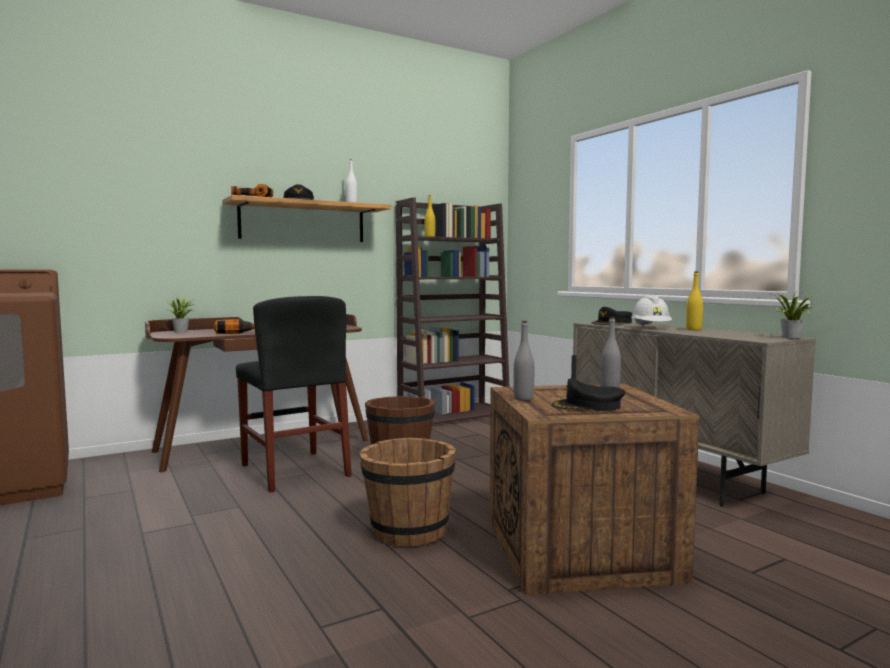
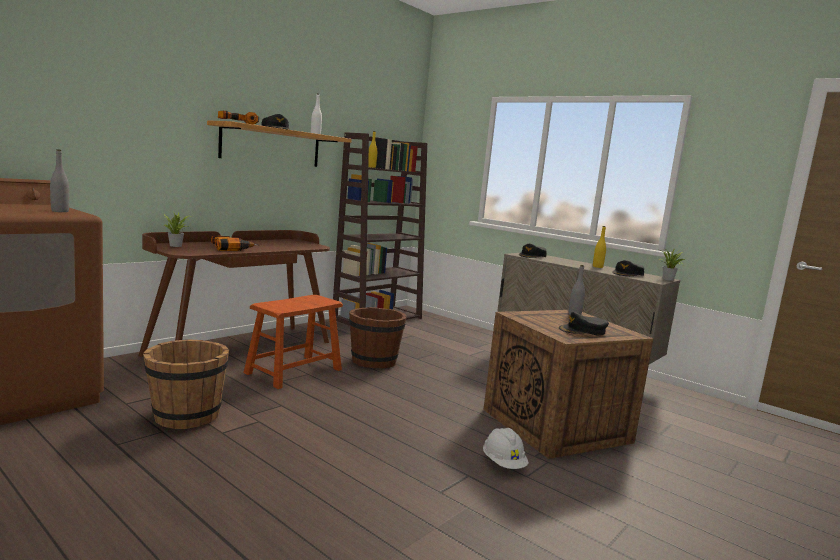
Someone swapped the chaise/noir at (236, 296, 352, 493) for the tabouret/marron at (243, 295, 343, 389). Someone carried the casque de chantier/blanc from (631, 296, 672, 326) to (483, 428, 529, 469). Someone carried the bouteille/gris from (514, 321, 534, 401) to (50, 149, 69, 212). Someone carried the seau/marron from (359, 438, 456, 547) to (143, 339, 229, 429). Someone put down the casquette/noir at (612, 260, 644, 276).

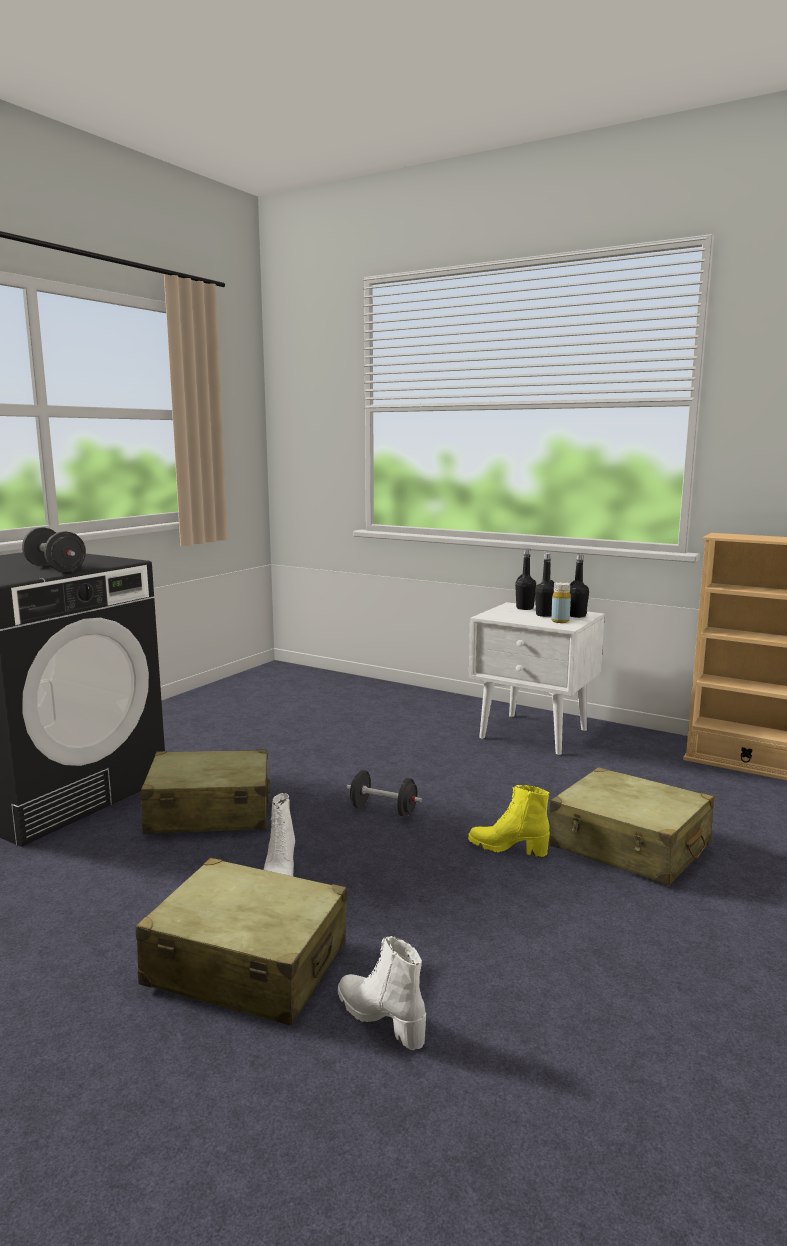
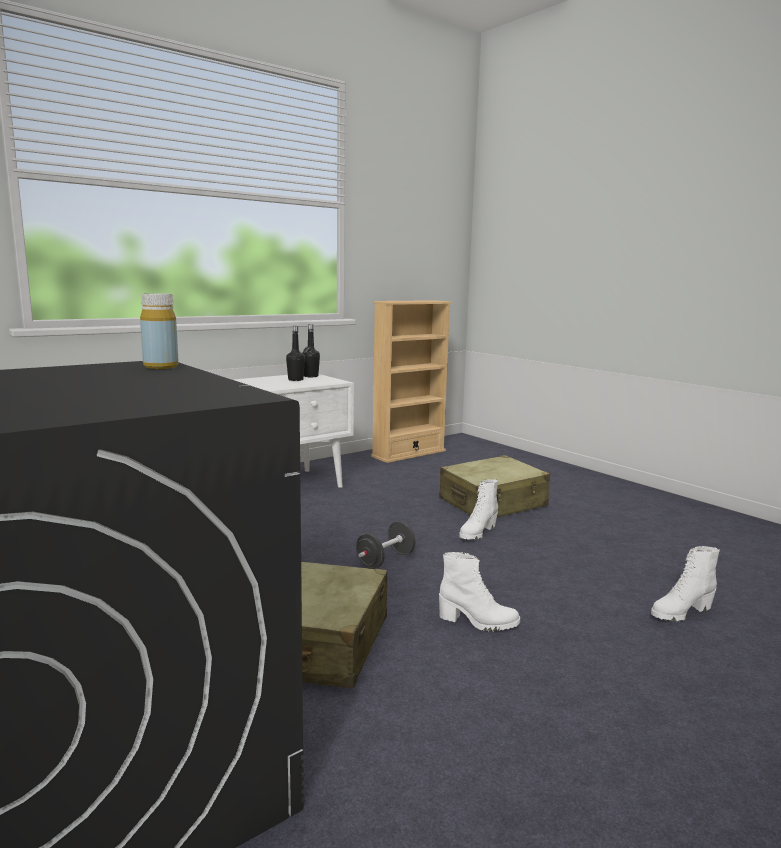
Someone took away the haltère/noir at (22, 527, 86, 572). Someone took away the bouteille/noir at (515, 549, 536, 610). Someone carried the bouteille/jaune from (551, 582, 571, 623) to (140, 293, 178, 369). Someone repainted the botte/jaune at (468, 785, 550, 857), which became the botte/blanc at (459, 479, 498, 540). Someone took away the valise/beige at (136, 858, 347, 1026).

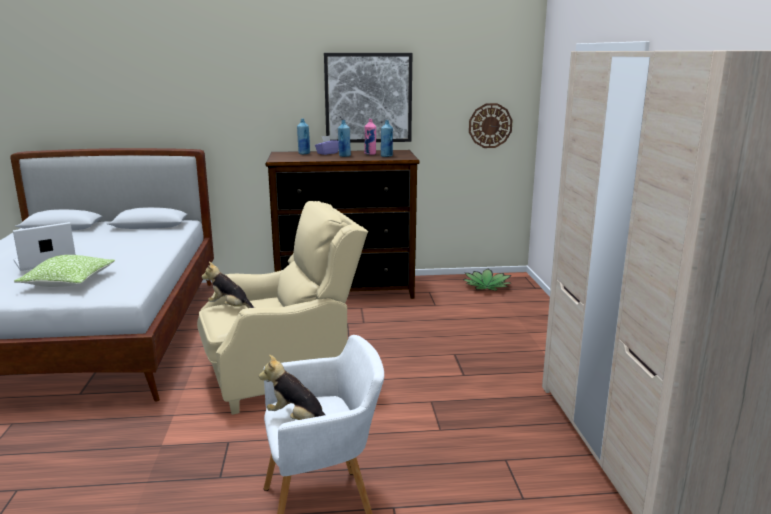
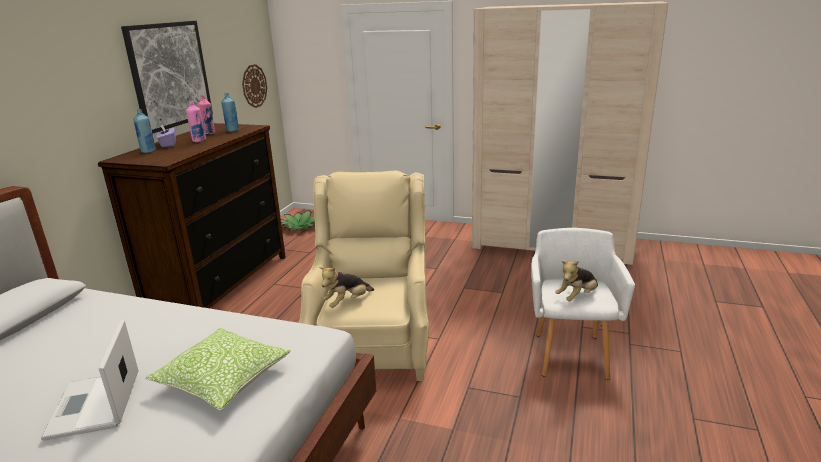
Someone repainted the bouteille/bleu at (338, 120, 351, 157), which became the bouteille/rose at (186, 101, 206, 142).

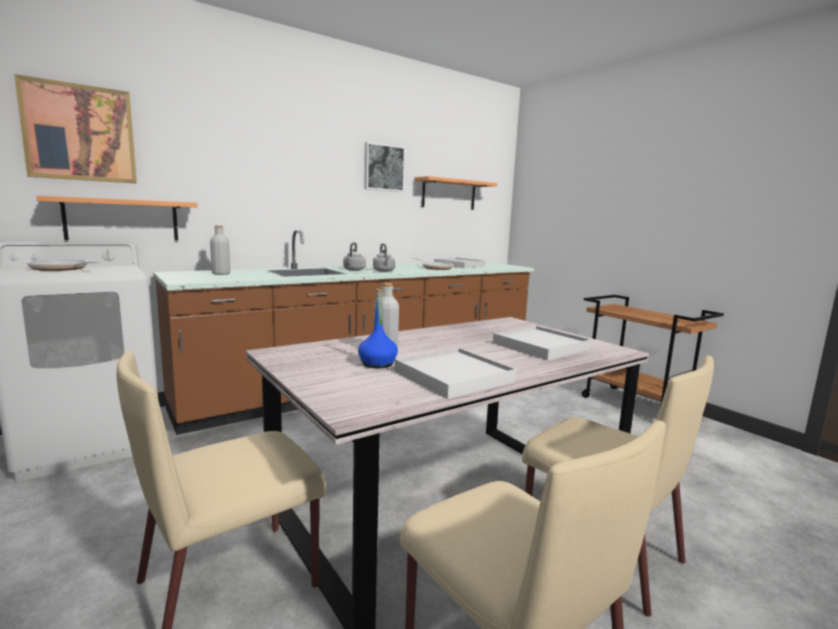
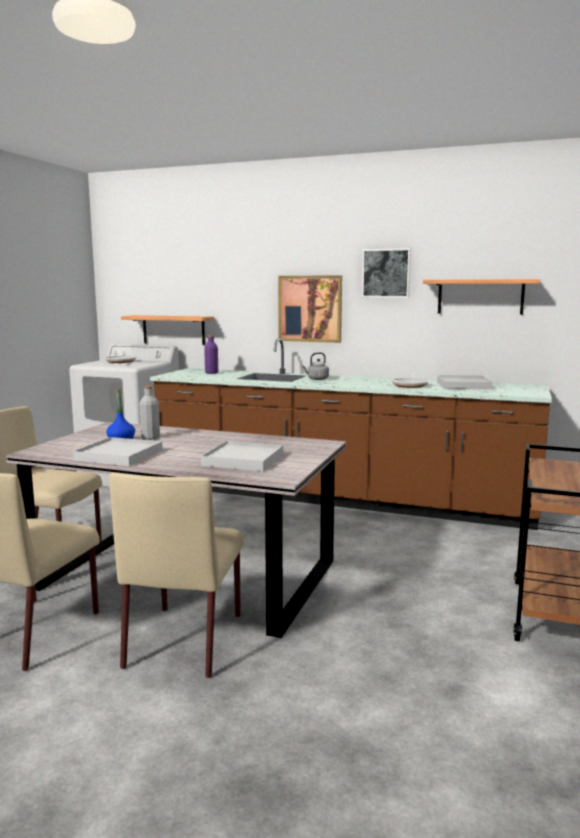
Someone carried the tableau from (14, 74, 137, 183) to (278, 275, 342, 343). Someone repainted the bouteille/gris at (210, 225, 230, 275), which became the bouteille/violet at (204, 335, 218, 374). Someone took away the bouilloire/gris at (373, 244, 395, 272).

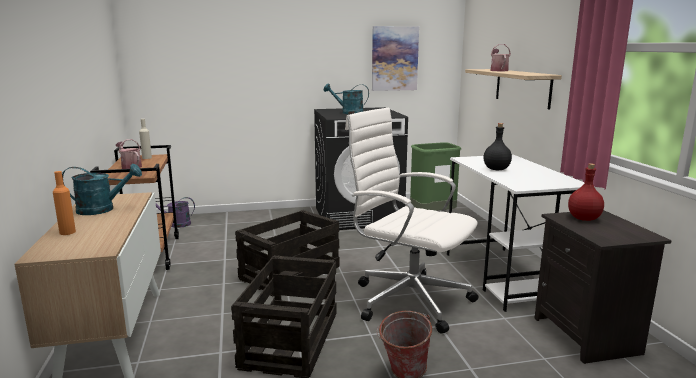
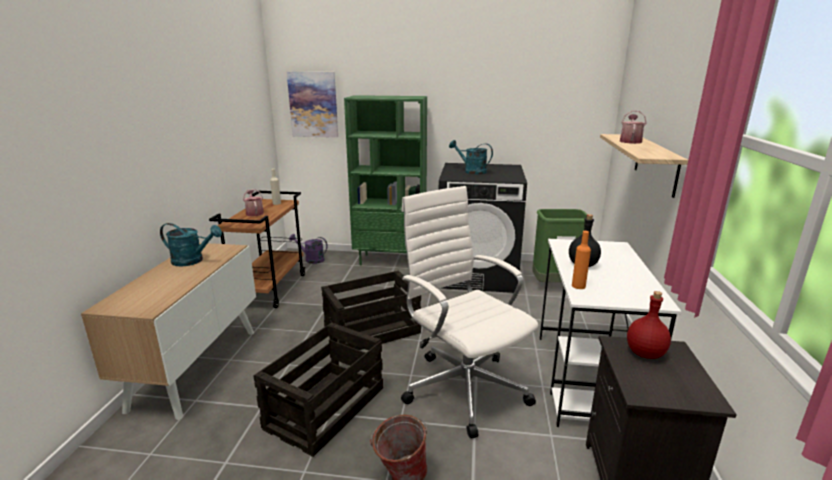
Someone carried the tableau from (372, 26, 419, 91) to (287, 72, 338, 138). Someone carried the bouteille/orange from (53, 171, 76, 235) to (572, 231, 591, 289). Someone put down the bibliothèque/vert at (344, 95, 427, 265).

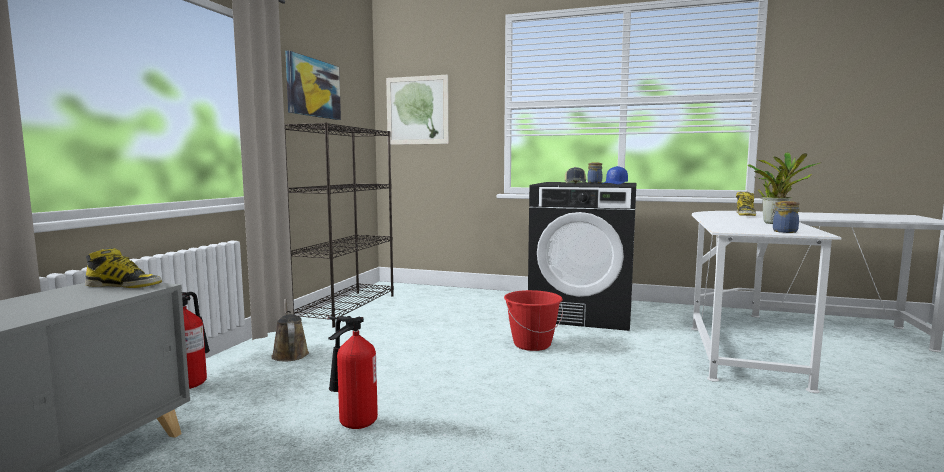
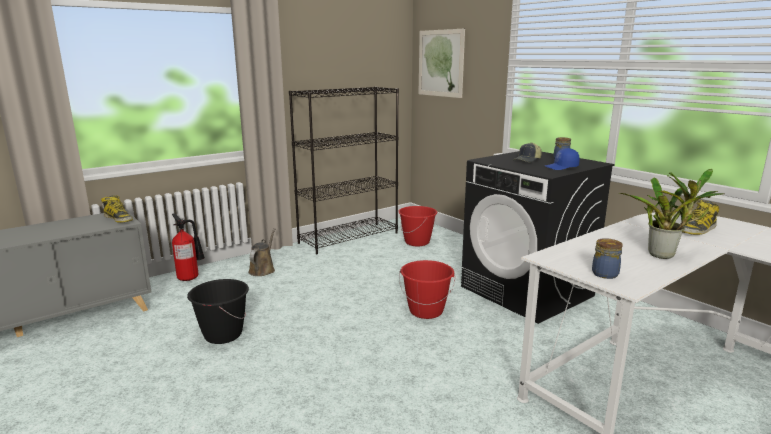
Someone took away the tableau at (285, 51, 341, 120). Someone swapped the extincteur at (328, 316, 378, 429) for the seau/noir at (187, 279, 249, 344). Someone put down the seau/rouge at (398, 206, 437, 246).

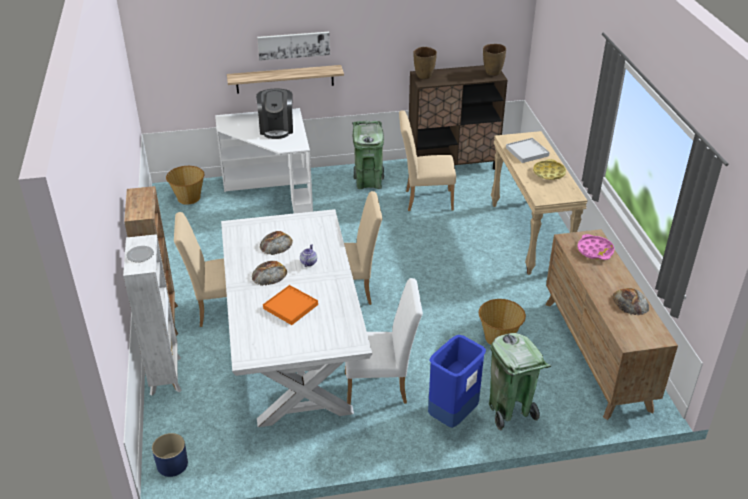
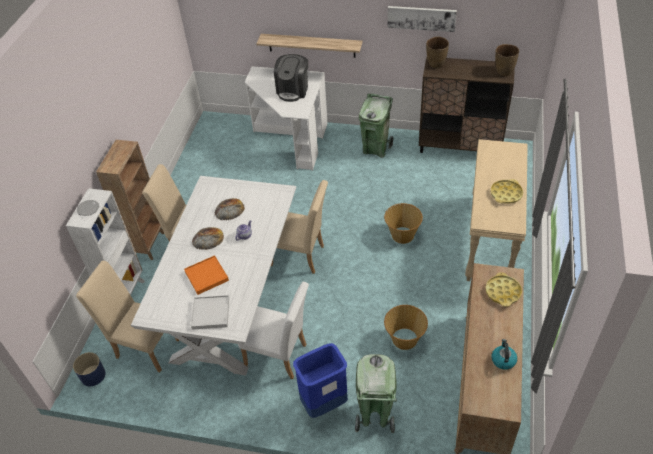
Someone carried the tableau from (257, 32, 330, 61) to (388, 6, 457, 32). Someone carried the chaise/beige from (399, 110, 456, 211) to (76, 261, 179, 372). Someone carried the plateau/blanc from (506, 138, 550, 163) to (191, 295, 229, 330). Someone carried the panier from (166, 166, 204, 205) to (384, 203, 423, 244). Someone repainted the plateau/rose at (577, 234, 615, 260), which became the plateau/jaune at (485, 272, 522, 307). Someone swapped the pain at (613, 288, 649, 315) for the bouilloire at (491, 339, 517, 370).

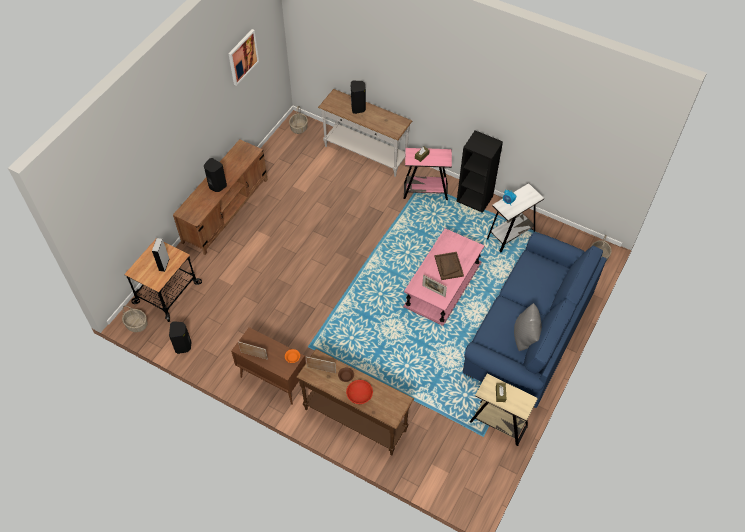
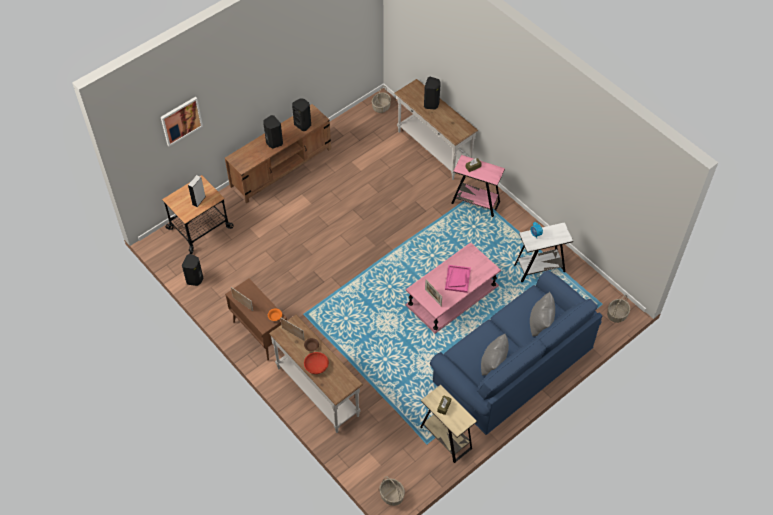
Someone carried the tableau from (228, 29, 259, 86) to (161, 97, 203, 146). Someone took away the bibliothèque/noir at (457, 131, 503, 213). Someone repainted the plateau/marron at (435, 252, 464, 280), which became the plateau/rose at (445, 265, 471, 293). Someone carried the panier from (122, 306, 148, 332) to (379, 476, 405, 506). Someone repainted the table console/marron at (296, 349, 414, 455), which became the table console/blanc at (269, 315, 363, 433). Someone put down the enceinte/noir at (292, 98, 311, 131). Someone put down the coussin/gris at (530, 292, 555, 337).

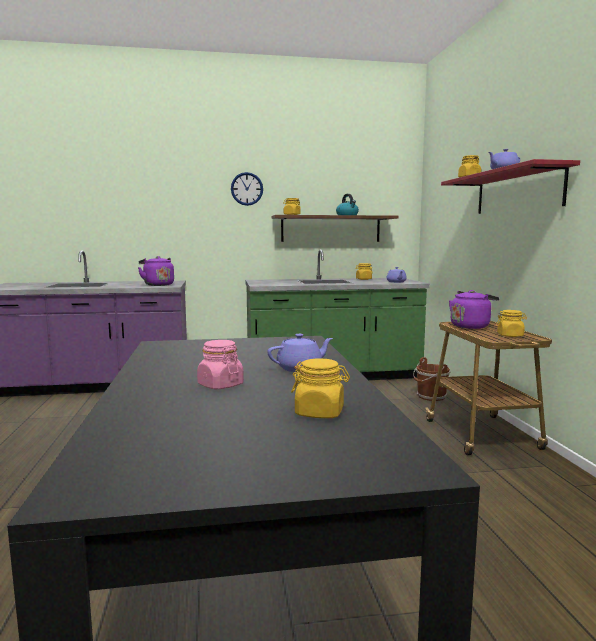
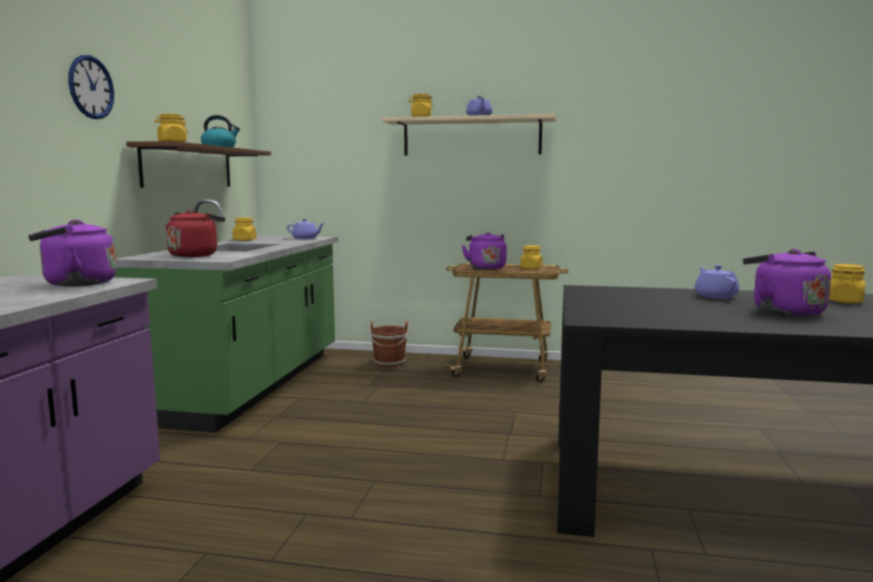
Someone repainted the étagère/rouge at (441, 159, 580, 214), which became the étagère/beige at (382, 114, 556, 156). Someone swapped the bocal/rose at (197, 340, 244, 389) for the bouilloire/violet at (743, 249, 831, 317). Someone put down the bouilloire/rouge at (165, 209, 225, 257).

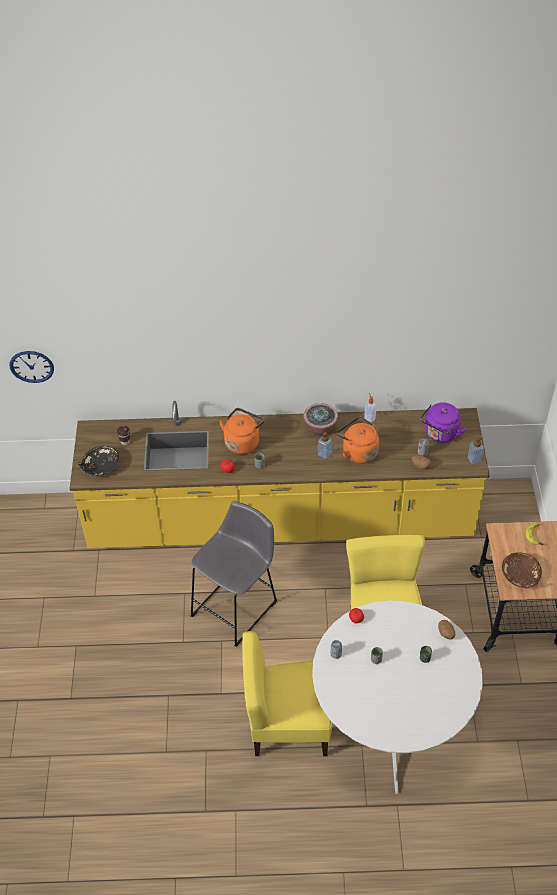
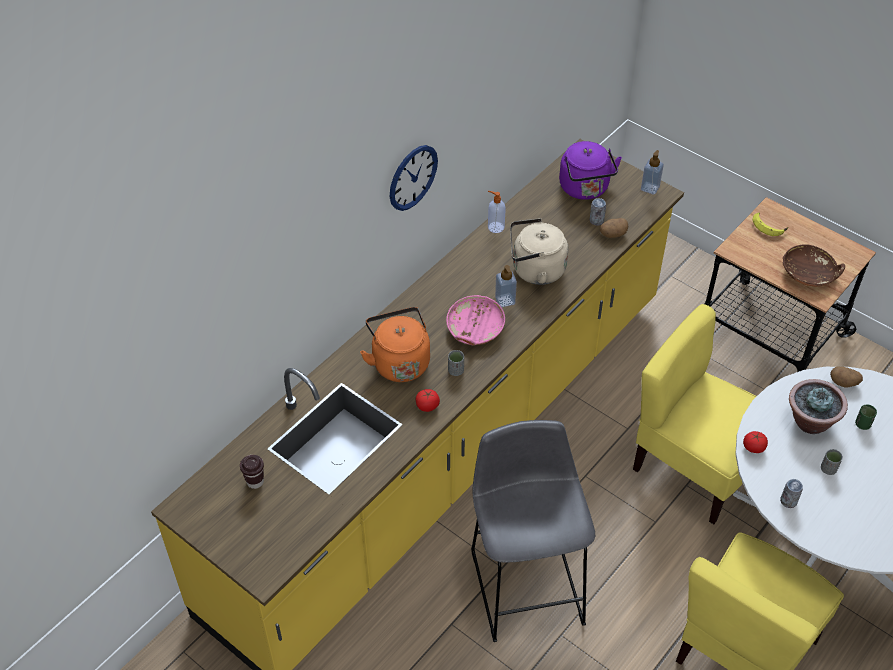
Someone carried the horloge murale from (9, 351, 54, 383) to (389, 145, 438, 211). Someone carried the plante en pot from (304, 403, 338, 436) to (789, 379, 848, 434). Someone repainted the bouilloire/orange at (337, 416, 379, 464), which became the bouilloire/beige at (510, 218, 568, 285). Someone took away the bol/noir at (78, 446, 119, 476). Someone put down the bol/rose at (446, 295, 505, 345).

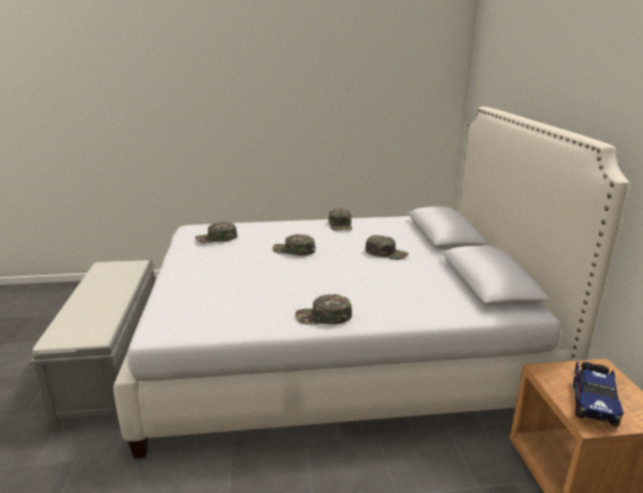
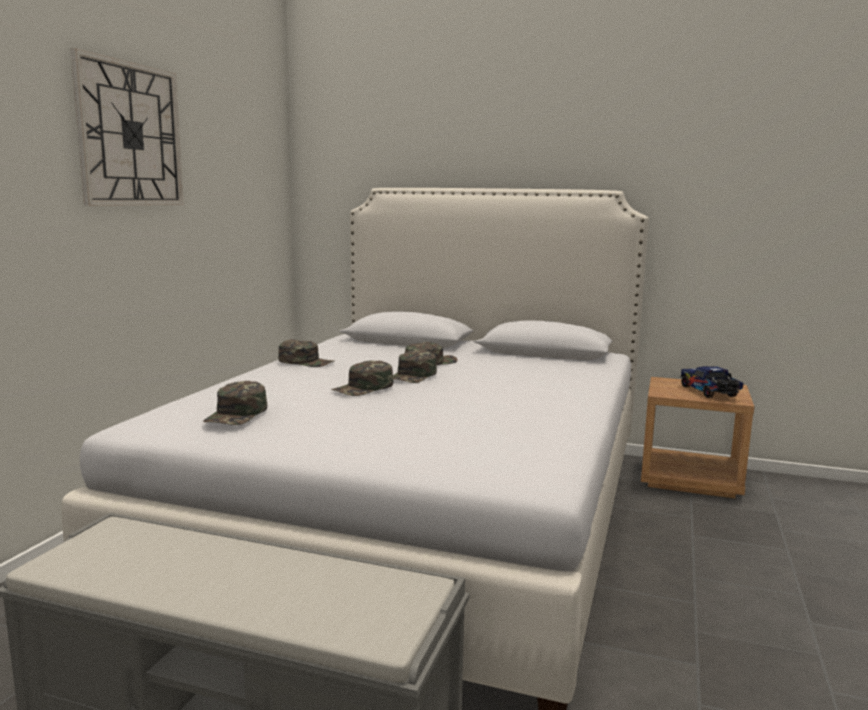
Someone carried the casquette/vert from (295, 294, 352, 324) to (393, 350, 437, 383). Someone rotated the camion jouet at (573, 362, 624, 427) by 150 degrees counterclockwise. Someone put up the horloge murale at (70, 49, 184, 206).

